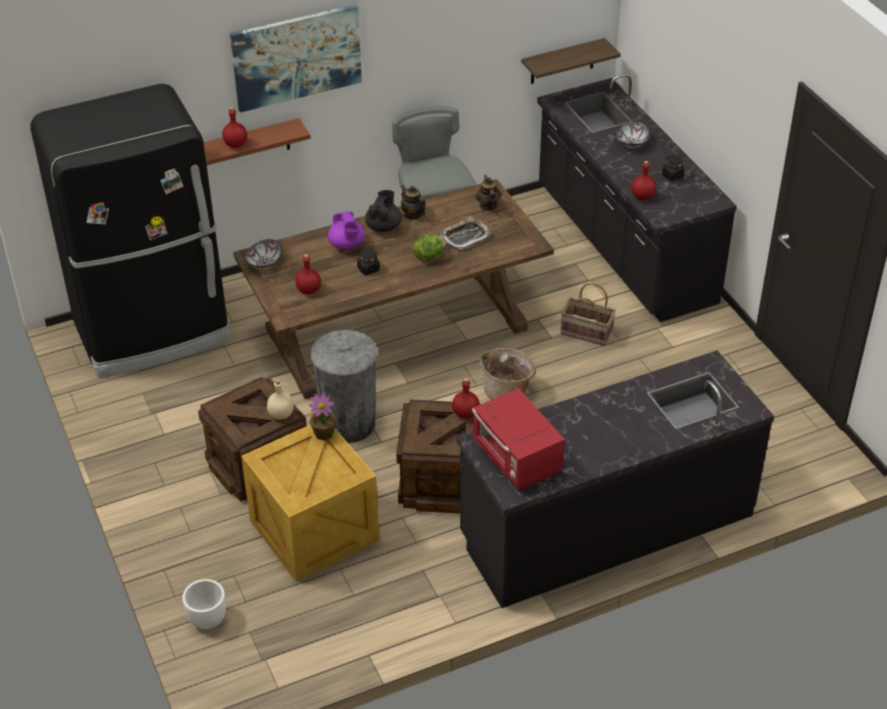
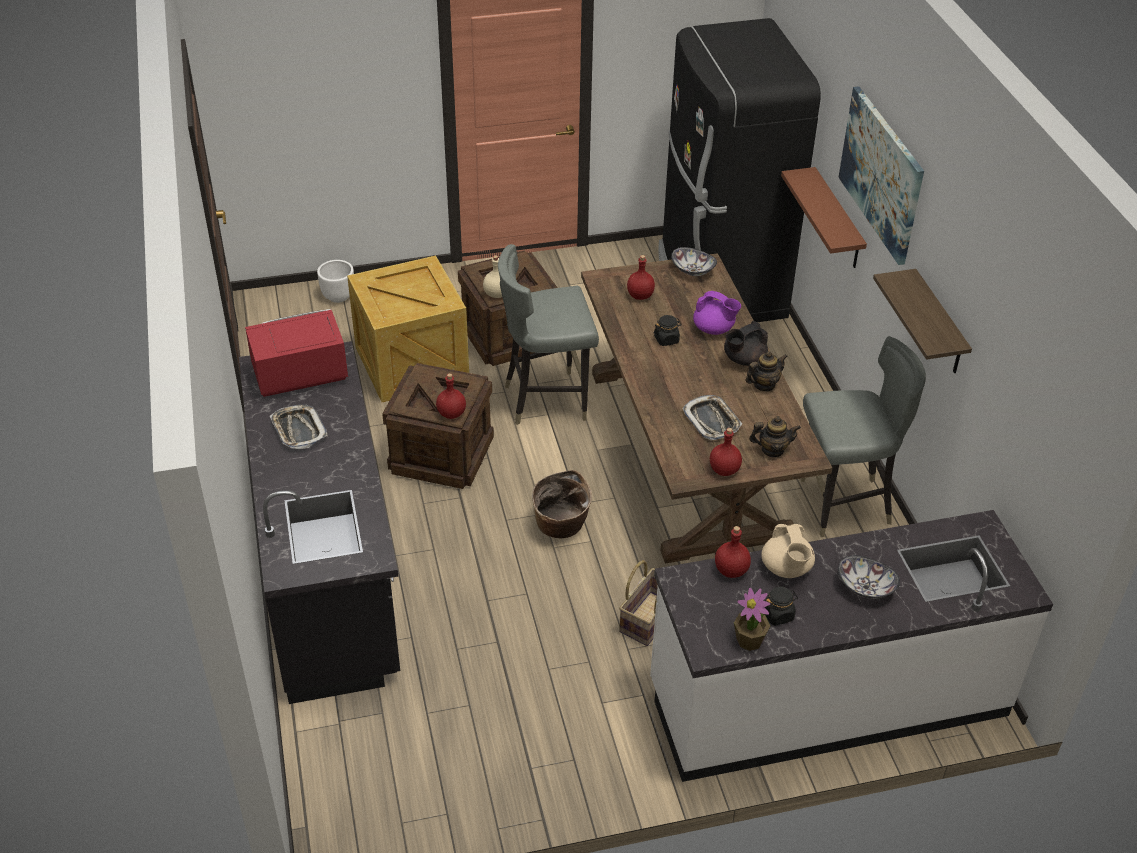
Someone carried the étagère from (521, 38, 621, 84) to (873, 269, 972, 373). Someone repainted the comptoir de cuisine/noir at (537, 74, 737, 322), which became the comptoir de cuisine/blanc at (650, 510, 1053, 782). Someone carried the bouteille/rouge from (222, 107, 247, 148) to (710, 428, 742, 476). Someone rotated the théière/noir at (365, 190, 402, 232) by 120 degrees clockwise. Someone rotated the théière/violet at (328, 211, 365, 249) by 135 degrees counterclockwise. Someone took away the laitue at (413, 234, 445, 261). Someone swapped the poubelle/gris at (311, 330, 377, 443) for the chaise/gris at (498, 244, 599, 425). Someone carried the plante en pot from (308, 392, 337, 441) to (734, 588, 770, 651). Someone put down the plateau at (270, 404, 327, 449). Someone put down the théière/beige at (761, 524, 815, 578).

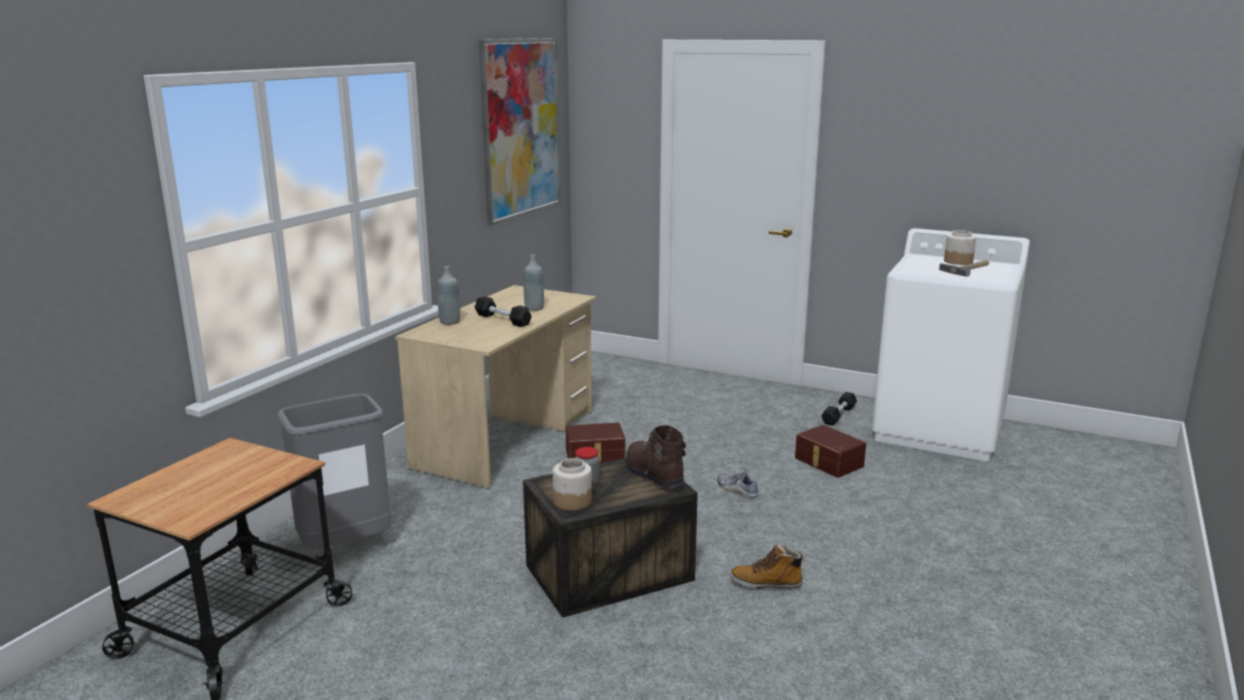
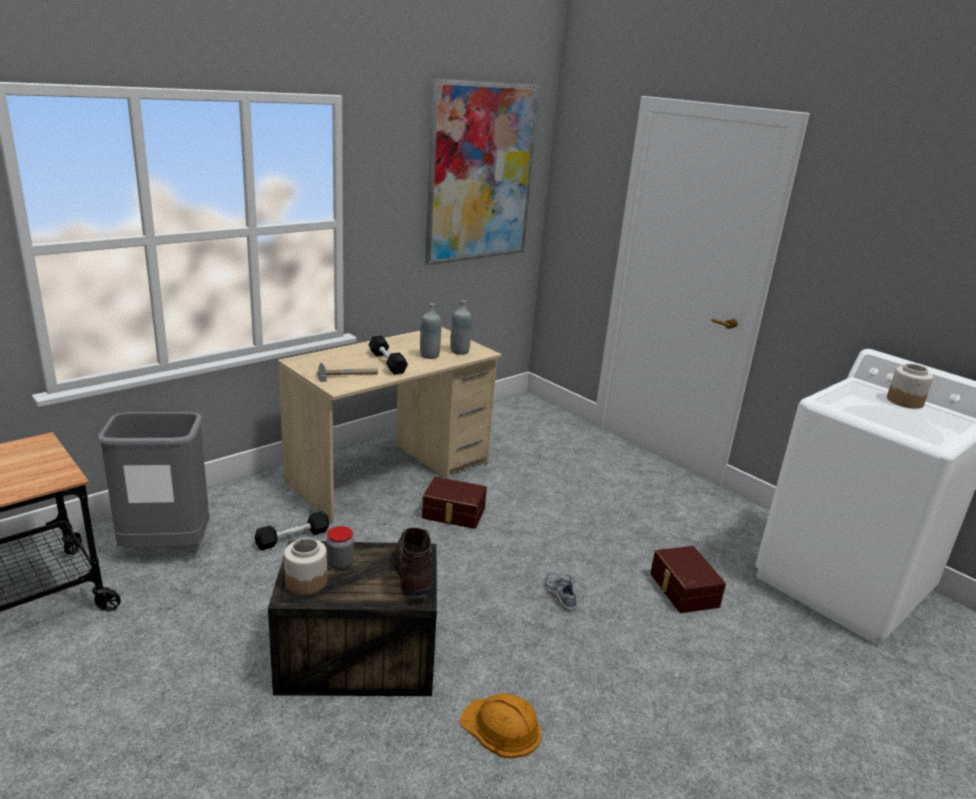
Someone carried the marteau from (939, 260, 989, 277) to (318, 362, 378, 382). Someone carried the bouteille/gris from (437, 266, 460, 325) to (451, 300, 472, 355). Someone carried the haltère/noir from (821, 392, 857, 426) to (255, 511, 329, 550). Someone swapped the botte at (730, 543, 805, 590) for the casque de chantier/orange at (459, 693, 541, 758).

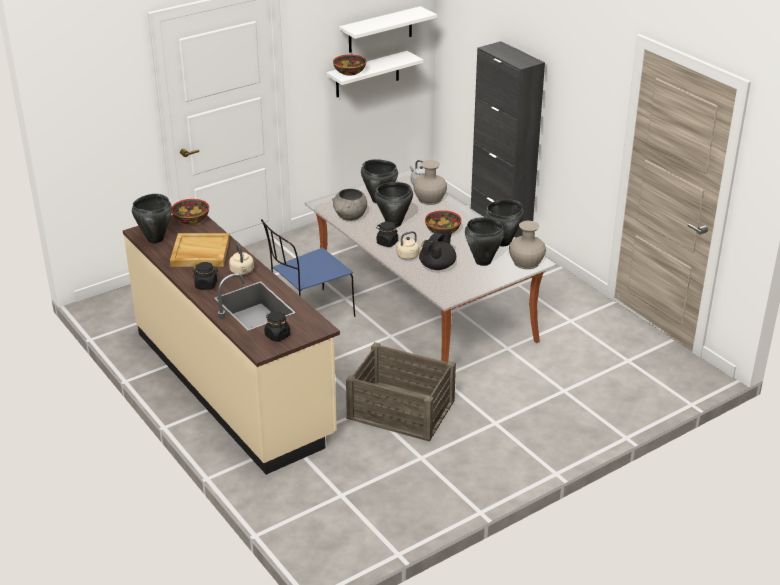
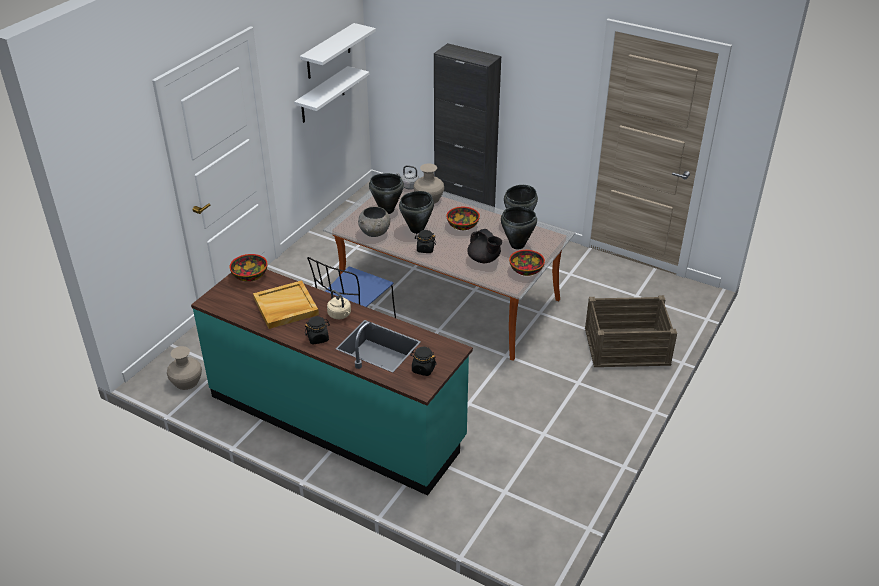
Someone carried the bol from (333, 54, 366, 76) to (509, 250, 545, 276). Someone took away the marmite/noir at (132, 194, 172, 243). Someone repainted the comptoir de cuisine/beige at (123, 215, 340, 475), which became the comptoir de cuisine/turquoise at (191, 270, 473, 496). Someone carried the vase/beige from (509, 221, 546, 269) to (167, 346, 202, 390). Someone rotated the théière/noir at (419, 230, 456, 270) by 135 degrees clockwise. Someone took away the bouilloire/beige at (397, 231, 425, 260). Someone carried the caisse from (346, 342, 456, 442) to (585, 295, 677, 367).

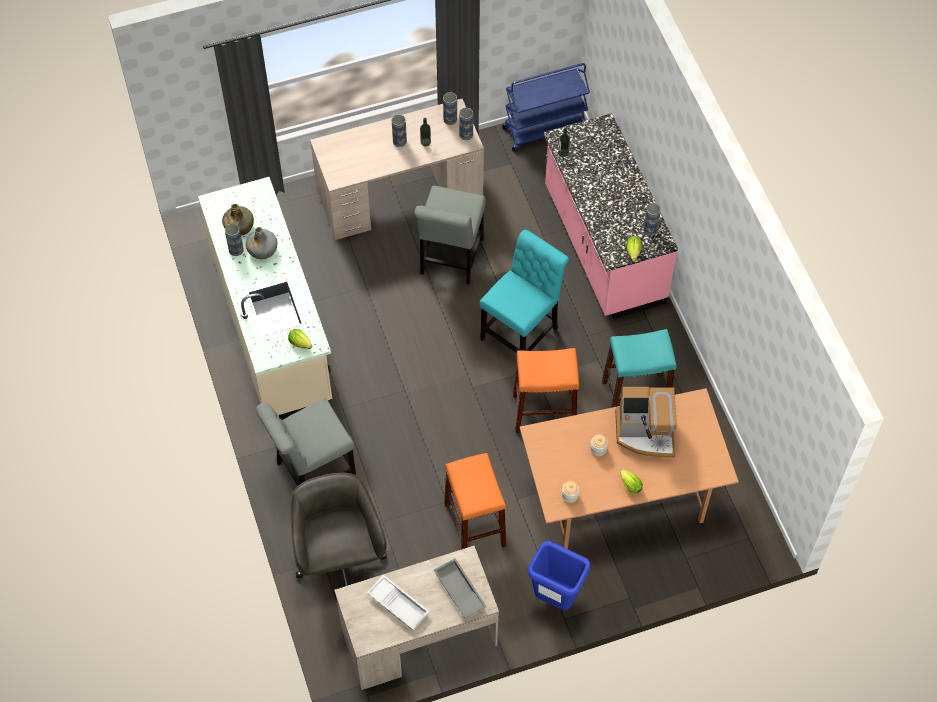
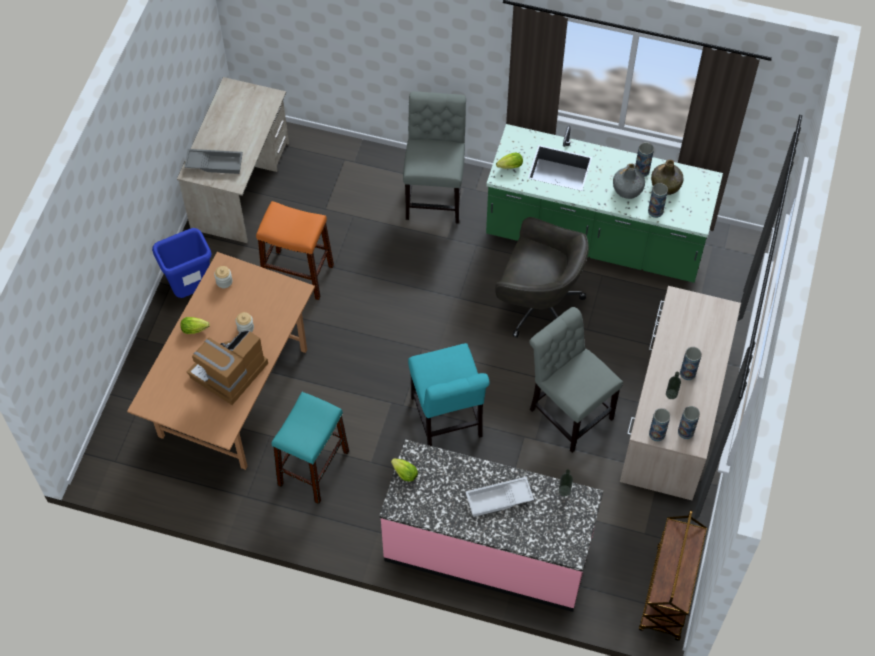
Someone repainted the chariot/bleu at (502, 63, 590, 151), which became the chariot/marron at (639, 510, 707, 641). Someone repainted the comptoir de cuisine/beige at (198, 177, 332, 420), which became the comptoir de cuisine/vert at (486, 124, 723, 283). Someone carried the vase from (643, 203, 661, 236) to (648, 183, 668, 218). Someone took away the tabouret/orange at (513, 348, 579, 433). Someone carried the chaise de bureau/gris from (291, 473, 387, 586) to (495, 217, 589, 338). Someone carried the plateau/blanc from (367, 575, 430, 631) to (466, 477, 534, 517).

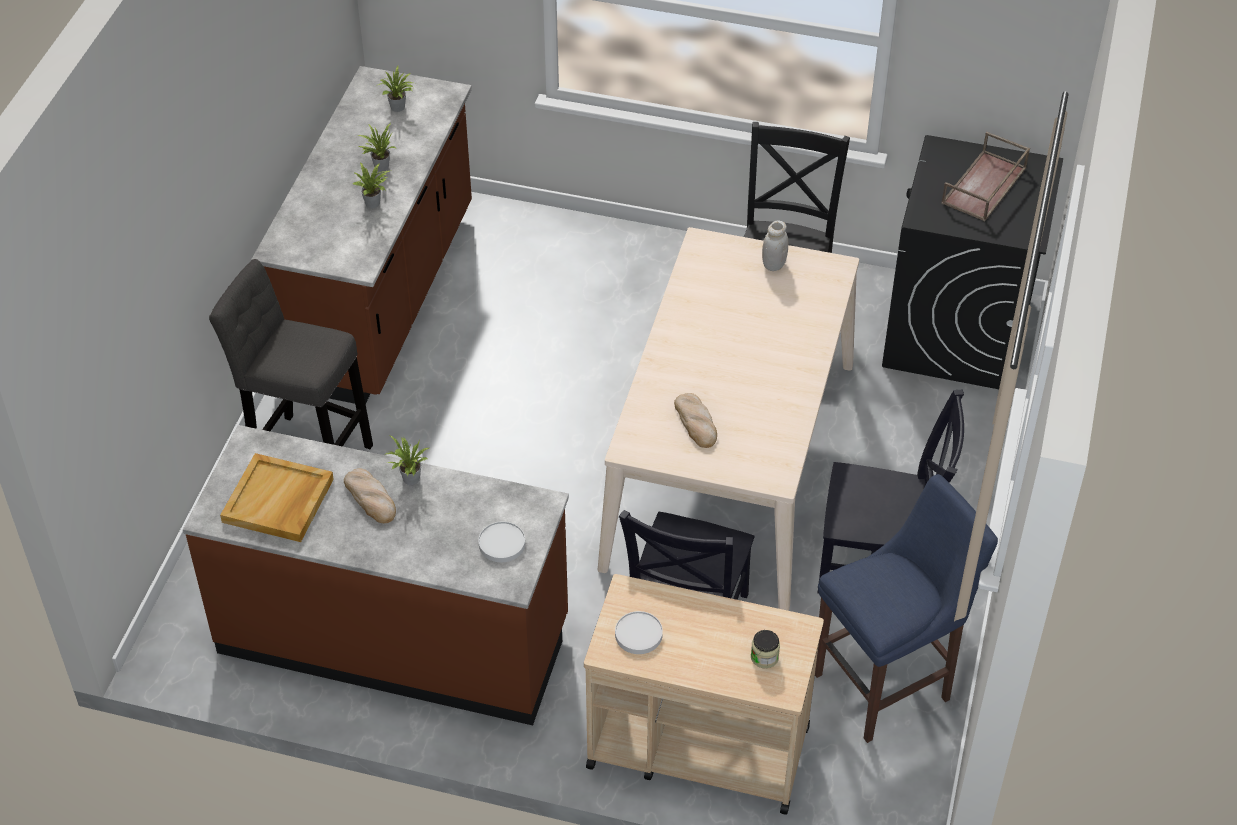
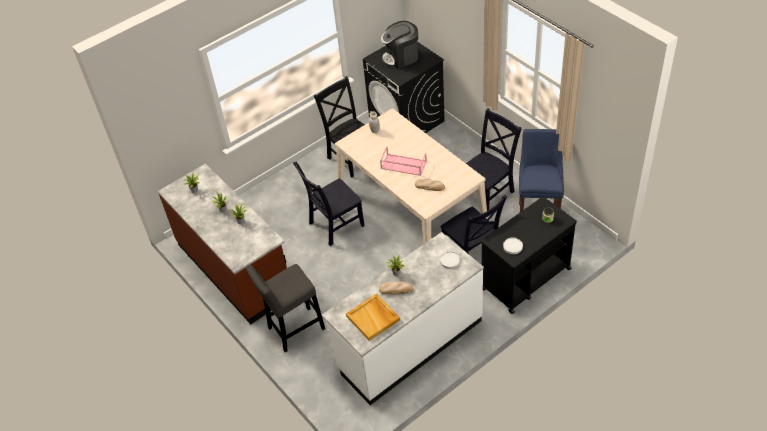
Someone swapped the plateau/marron at (941, 132, 1030, 222) for the machine à café at (381, 21, 418, 69). Someone repainted the comptoir de cuisine/marron at (183, 425, 569, 726), which became the comptoir de cuisine/blanc at (322, 232, 484, 405). Someone repainted the chariot/beige at (584, 574, 824, 814), which became the chariot/noir at (481, 196, 577, 314). Someone put down the plateau/rose at (380, 146, 427, 176). Someone put down the chaise/noir at (293, 161, 365, 246).

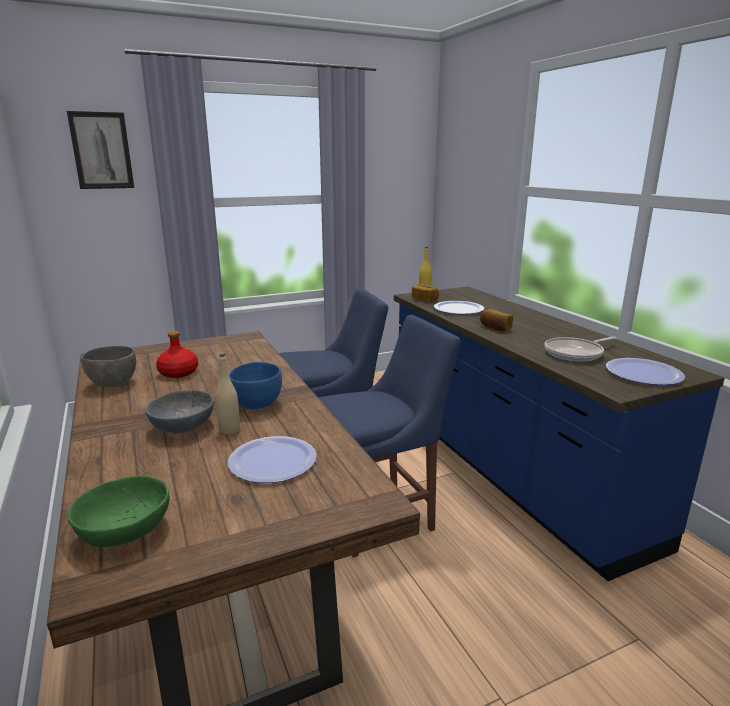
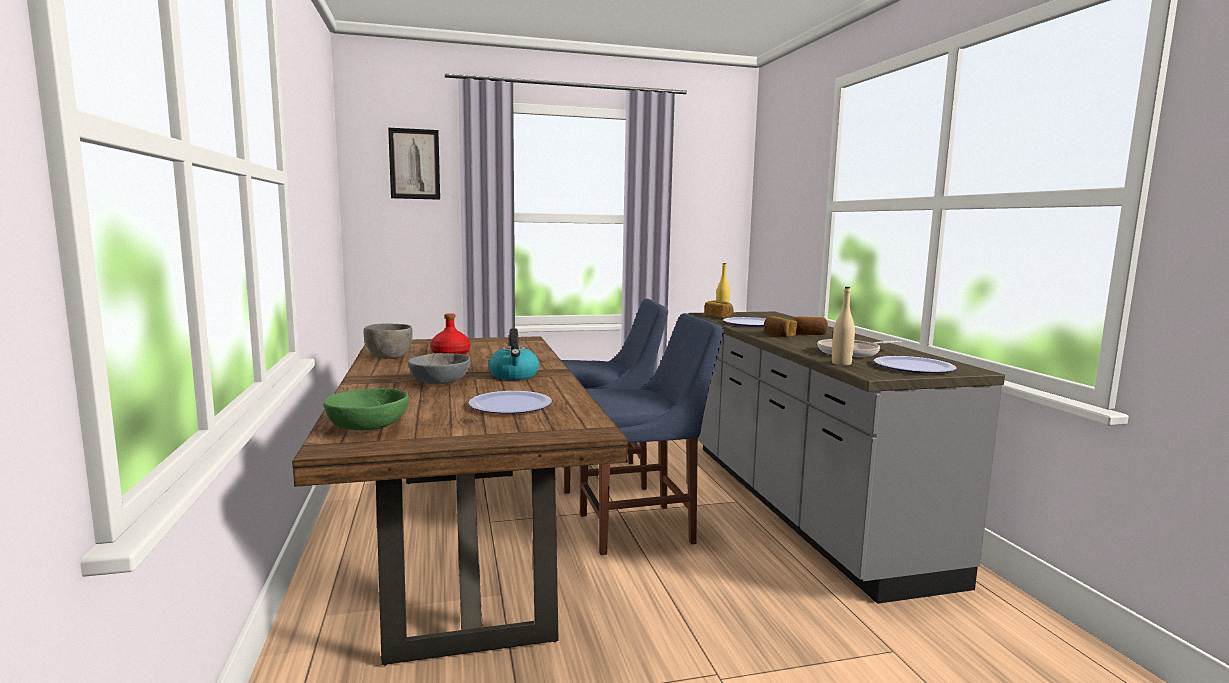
Someone repainted the comptoir de cuisine/bleu at (394, 287, 725, 581), which became the comptoir de cuisine/gris at (688, 312, 1005, 604). Someone carried the bouteille/beige from (215, 354, 240, 435) to (832, 287, 855, 366). Someone swapped the bol/bleu at (229, 362, 282, 409) for the bouilloire at (489, 328, 539, 380). Someone put down the pain at (793, 317, 828, 335).

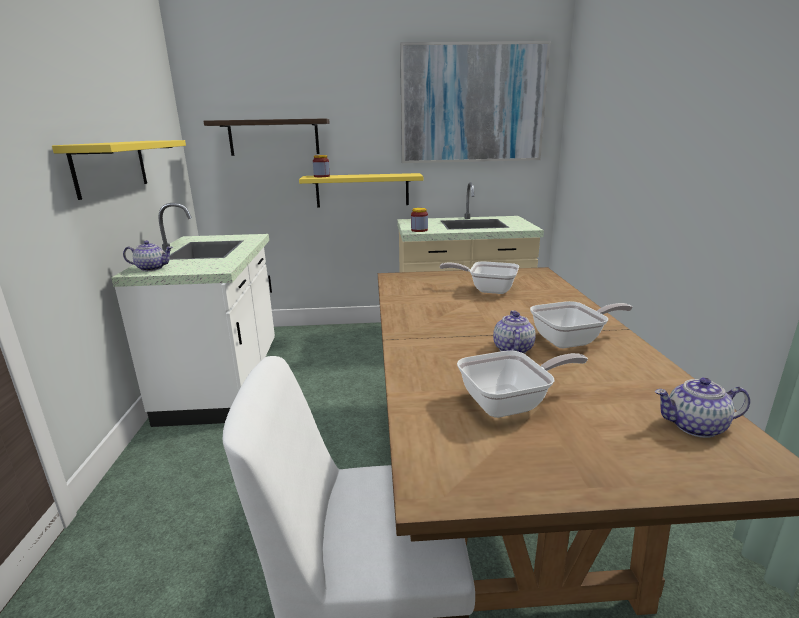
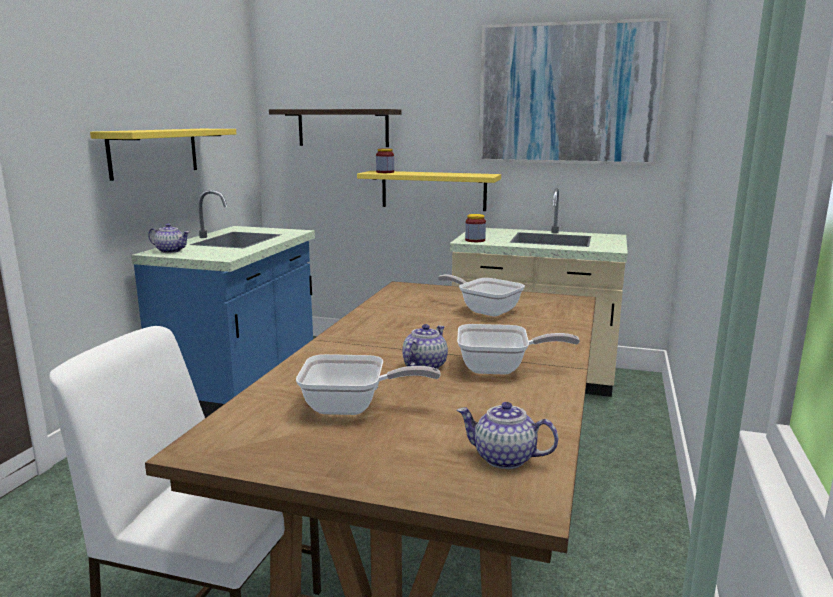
Someone repainted the comptoir de cuisine/blanc at (111, 203, 275, 427), which became the comptoir de cuisine/bleu at (131, 190, 315, 418).

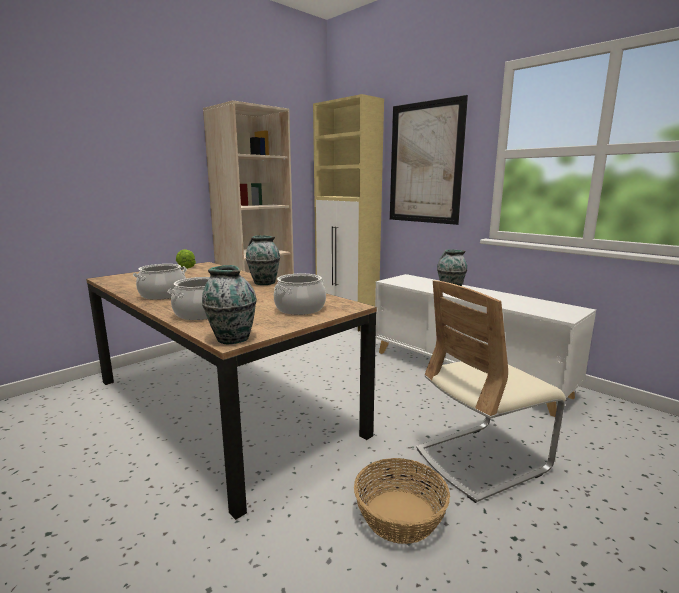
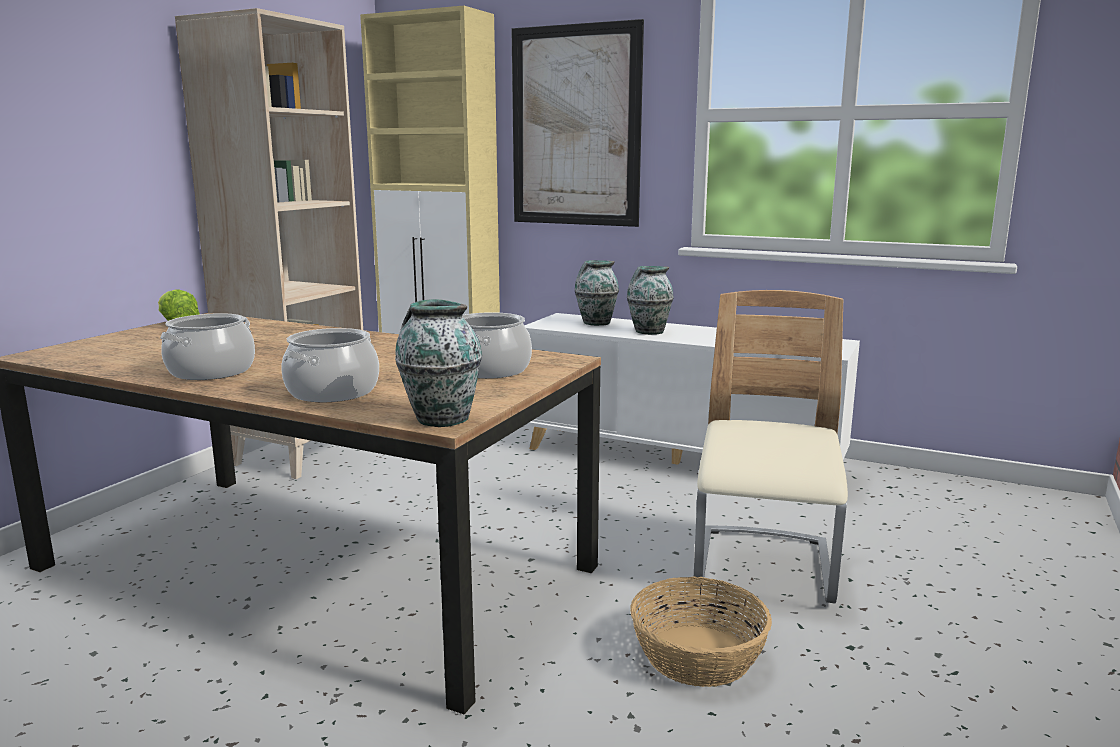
Someone carried the vase from (246, 235, 280, 285) to (575, 260, 619, 326). Someone rotated the chaise/beige at (416, 280, 566, 503) by 150 degrees clockwise.

